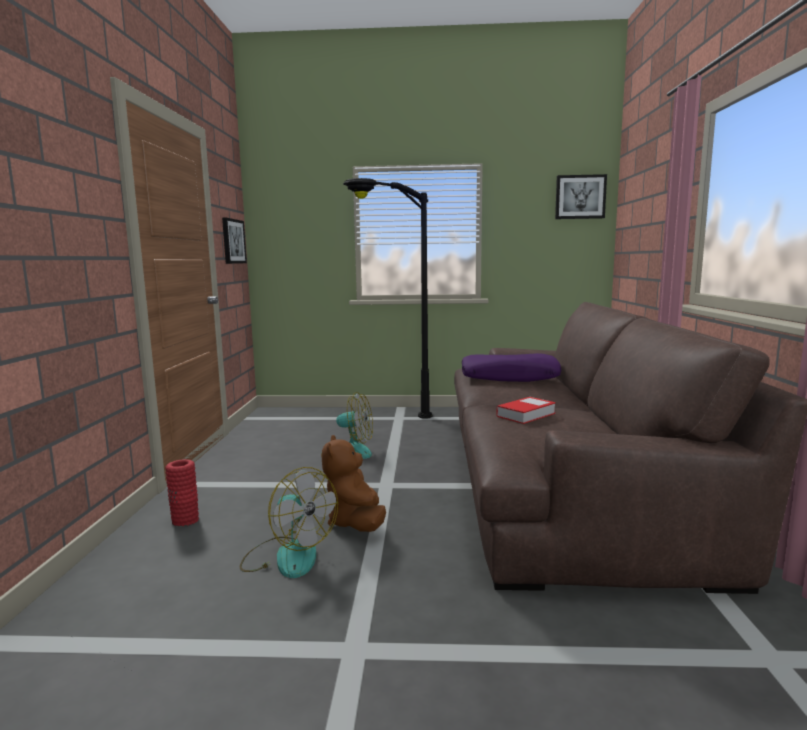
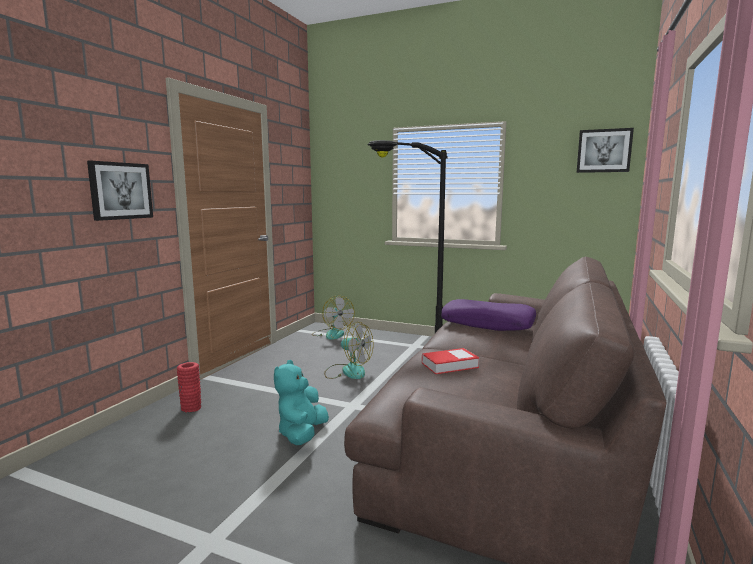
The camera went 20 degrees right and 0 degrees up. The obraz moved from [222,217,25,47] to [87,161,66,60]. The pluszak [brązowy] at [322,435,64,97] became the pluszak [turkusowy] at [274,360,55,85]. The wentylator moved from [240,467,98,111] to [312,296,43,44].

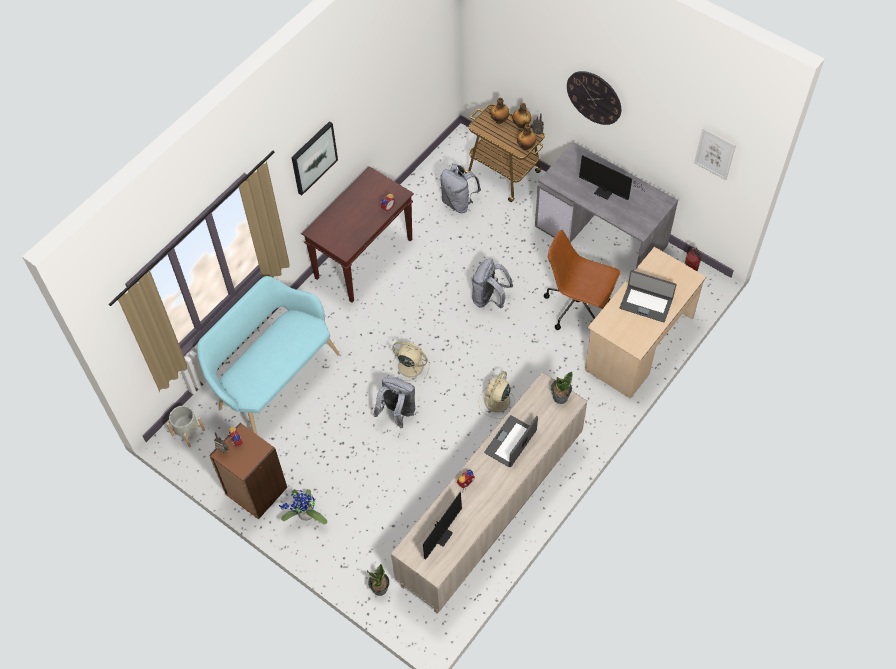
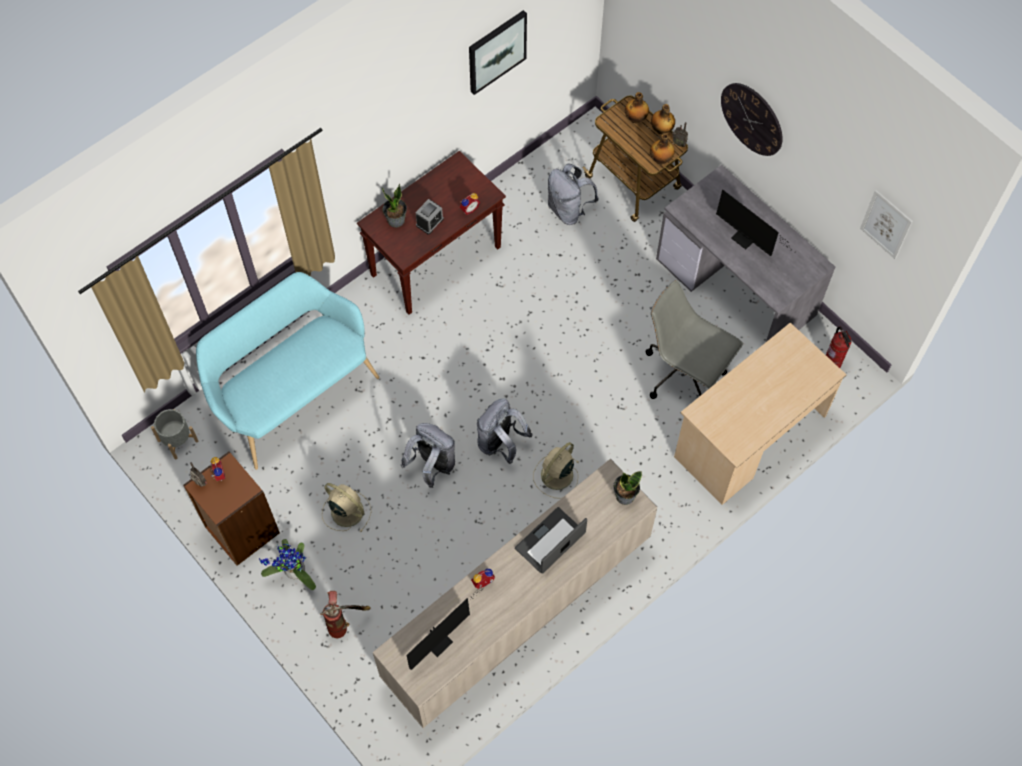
The camera went 10 degrees right and 5 degrees up. The gaśnica at [320,591,51,47] appeared. The wentylator [beżowy] moved from [391,342,38,39] to [322,483,49,49]. The roślina doniczkowa moved from [367,564,23,32] to [382,184,25,44]. The budzik at [416,199,28,36] appeared. The obraz moved from [291,121,47,74] to [469,10,58,85]. The plecak [szary] moved from [472,258,41,50] to [477,398,55,66]. The krzesło biurowe [brązowy] at [544,230,77,100] became the krzesło biurowe [szary] at [646,280,97,119]. The laptop at [620,270,57,52] disappeared.

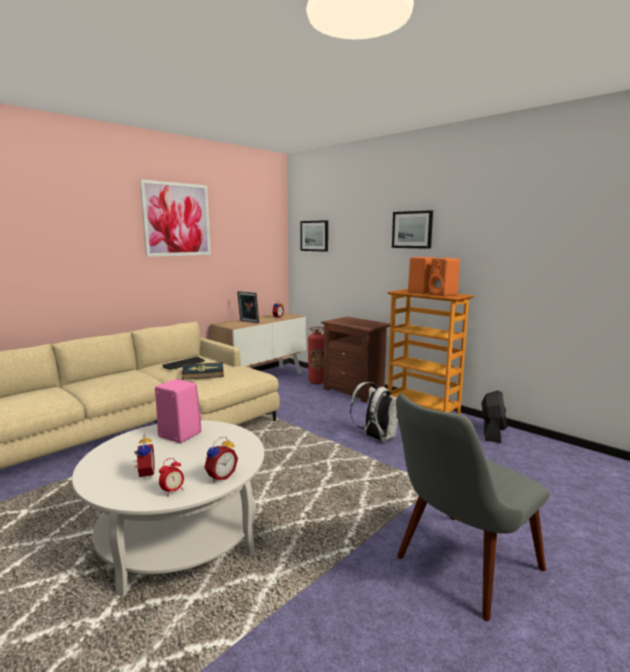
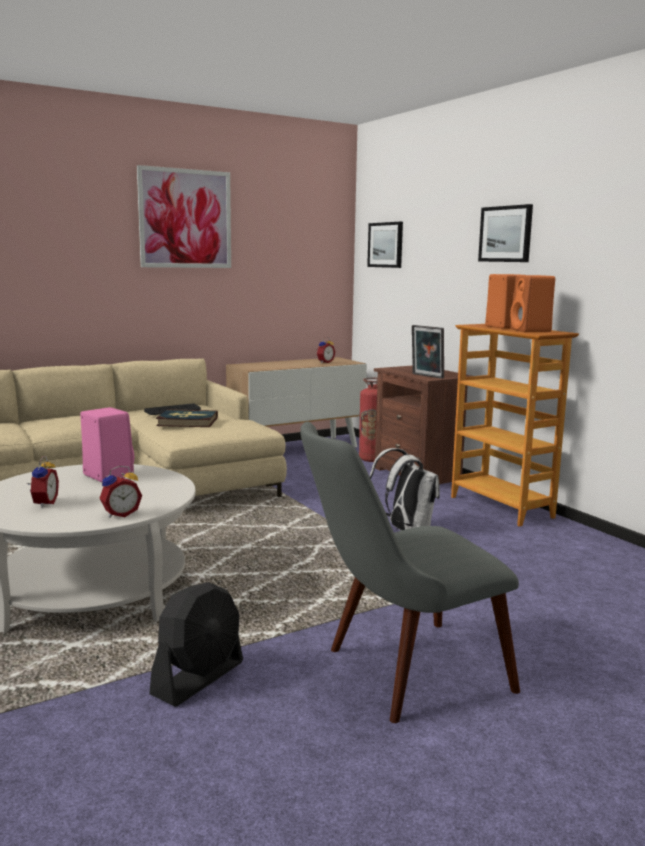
The camera went 15 degrees right and 0 degrees up. The wentylator [czarny] moved from [481,390,26,53] to [149,582,94,125]. The ramka na zdjęcie moved from [237,291,22,32] to [412,325,32,54]. The budzik at [159,458,25,37] disappeared.

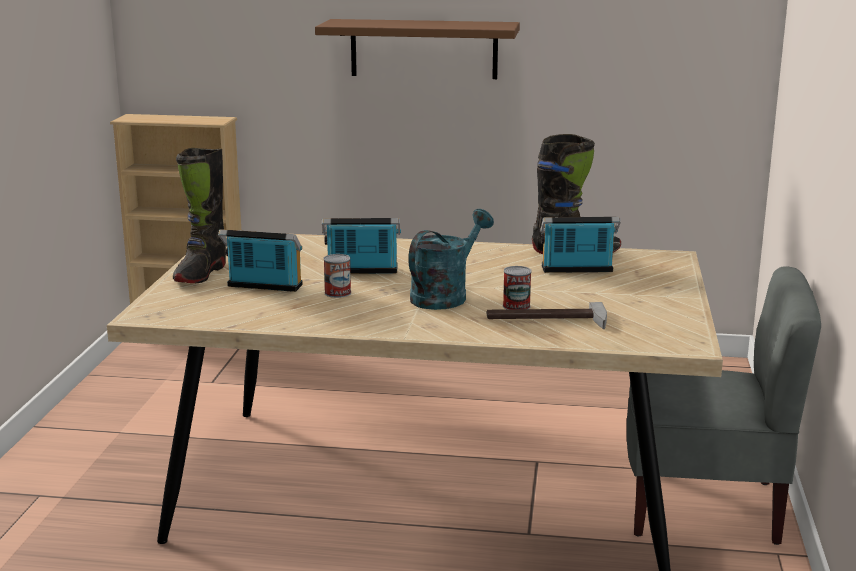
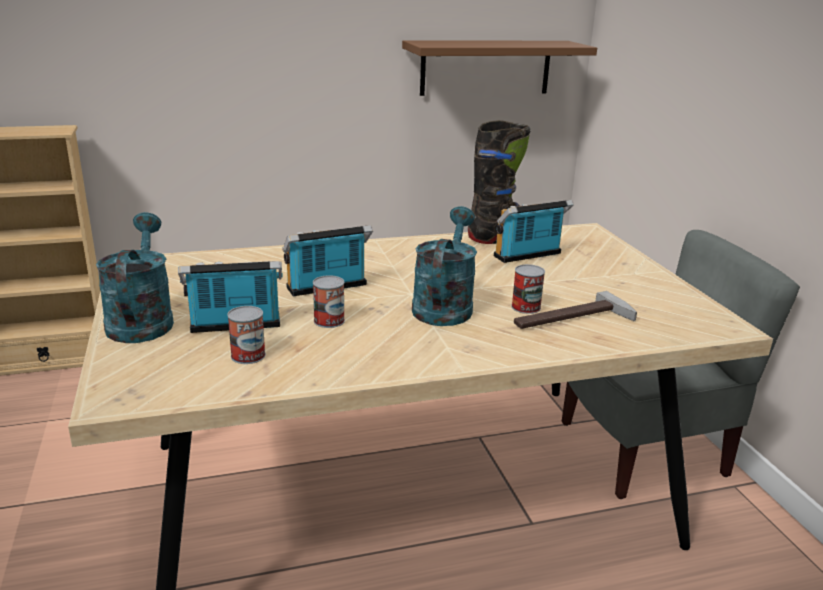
The camera went 25 degrees left and 5 degrees up. The but z cholewką [czarny] at [173,148,53,135] was replaced by the konewka [turkusowy] at [96,212,78,131]. The puszka at [227,306,39,58] appeared. The półka [brązowy] moved from [315,19,205,60] to [402,40,195,56].

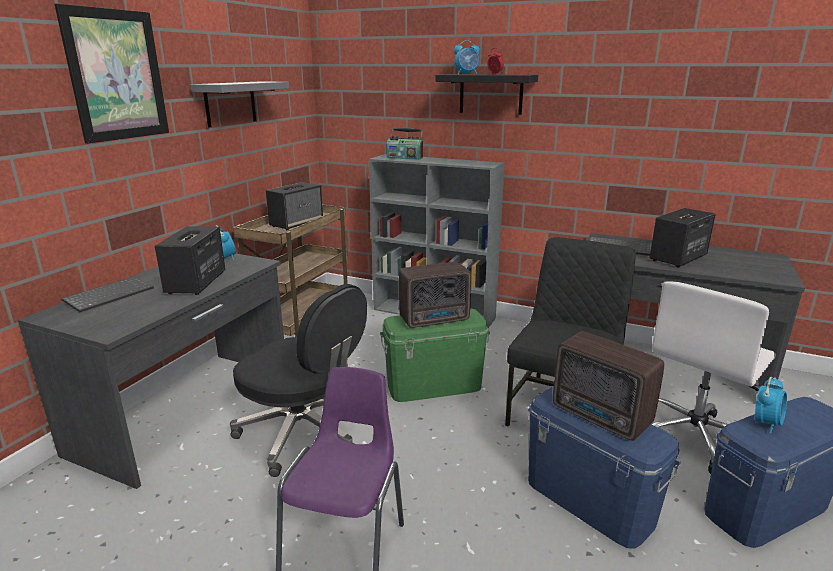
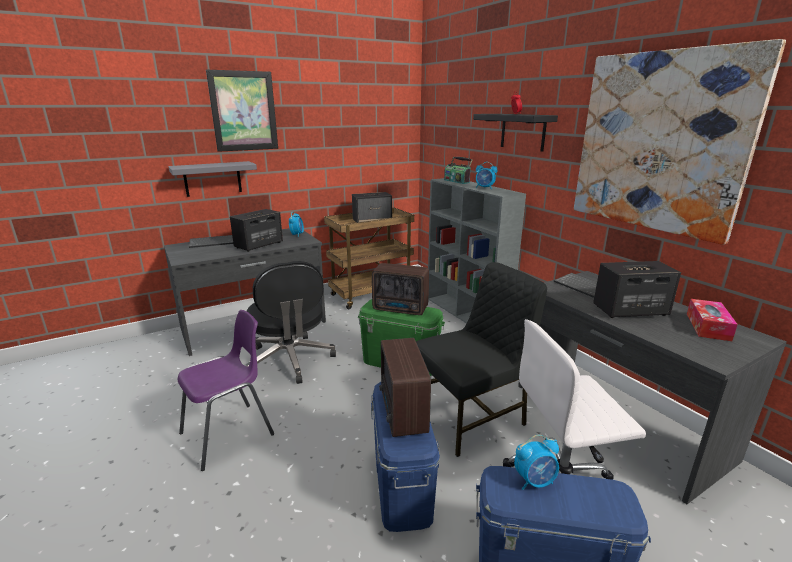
The camera went 35 degrees right and 0 degrees up. The półka [szary] moved from [190,81,99,47] to [169,161,88,36]. The budzik moved from [454,40,26,34] to [476,162,21,27]. The obraz at [574,39,212,206] appeared. The pudełko chusteczek at [687,299,51,42] appeared.

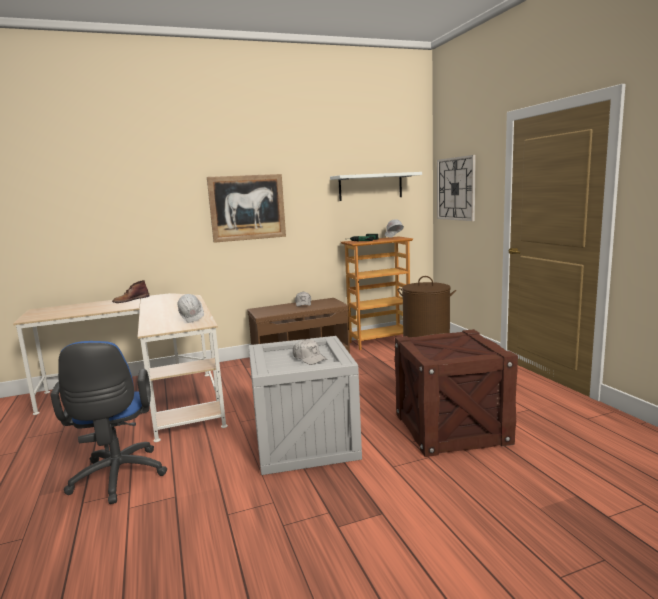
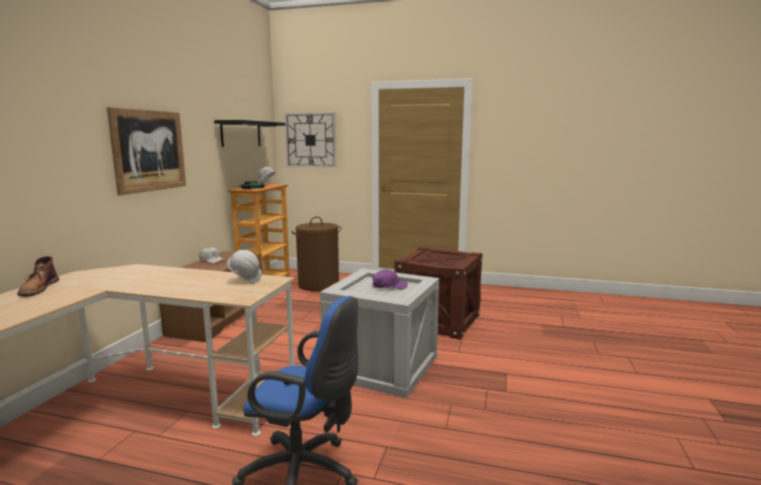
The camera went 55 degrees left and 0 degrees up. The półka [biały] at [330,172,92,29] became the półka [czarny] at [214,120,72,27]. The czapka z daszkiem [biały] at [293,339,34,26] became the czapka z daszkiem [fioletowy] at [372,269,36,20].

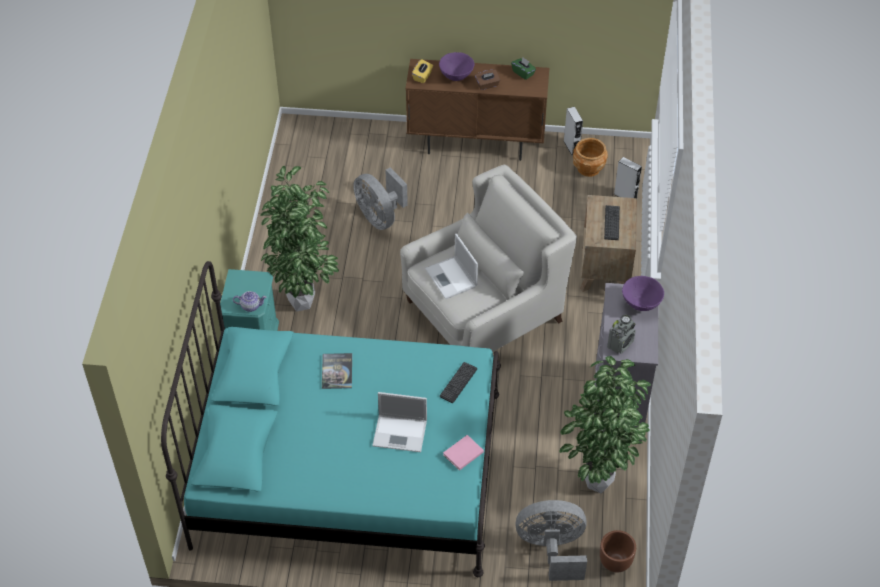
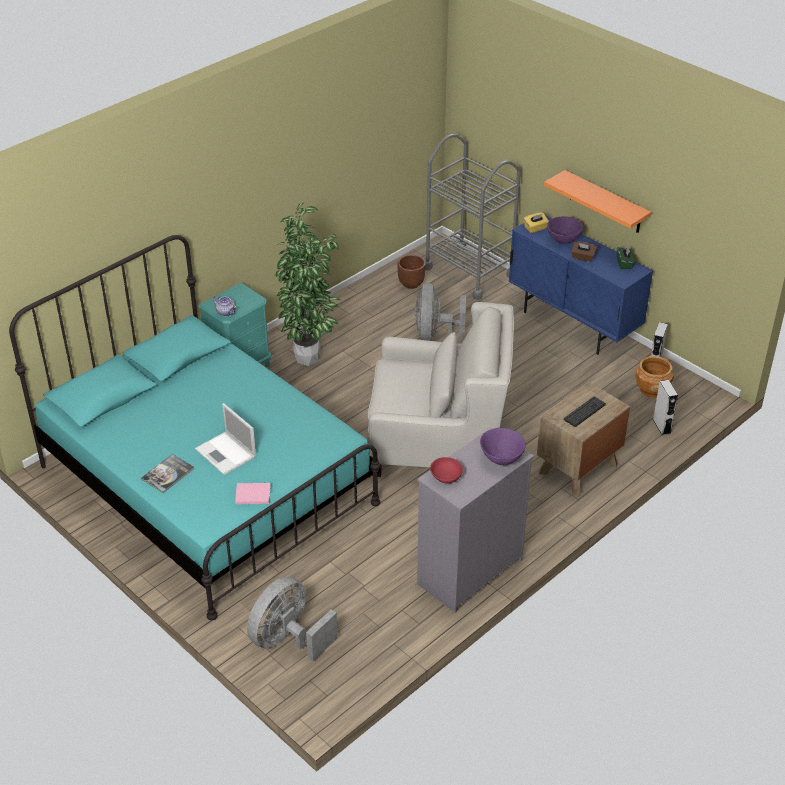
The camera went 40 degrees right and 10 degrees down. The książka moved from [322,353,30,36] to [141,454,53,39]. The wentylator [szary] at [515,500,72,81] turned 90 degrees counterclockwise. The donica [brązowy] moved from [600,530,36,42] to [398,255,28,34]. The wózek [szary] at [425,134,96,166] appeared. The radio at [607,315,29,39] was replaced by the miska [czerwony] at [430,457,33,26]. The szafka [brązowy] at [405,59,144,102] became the szafka [niebieski] at [509,215,144,140]. The półka [pomarańczowy] at [544,170,107,63] appeared. The laptop at [425,234,53,65] disappeared. The klawiatura at [440,362,37,41] disappeared. The roślina doniczkowa at [559,356,92,138] disappeared.

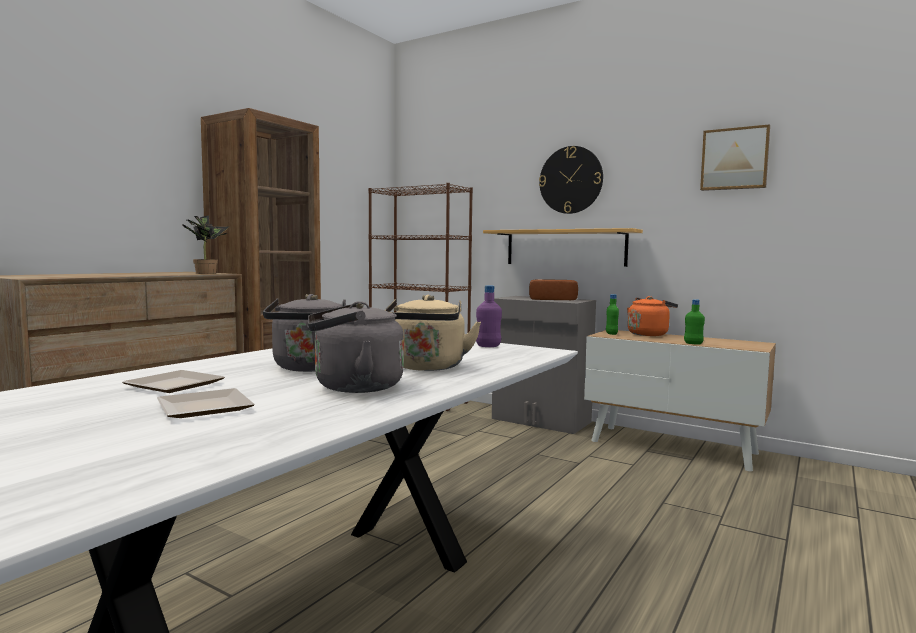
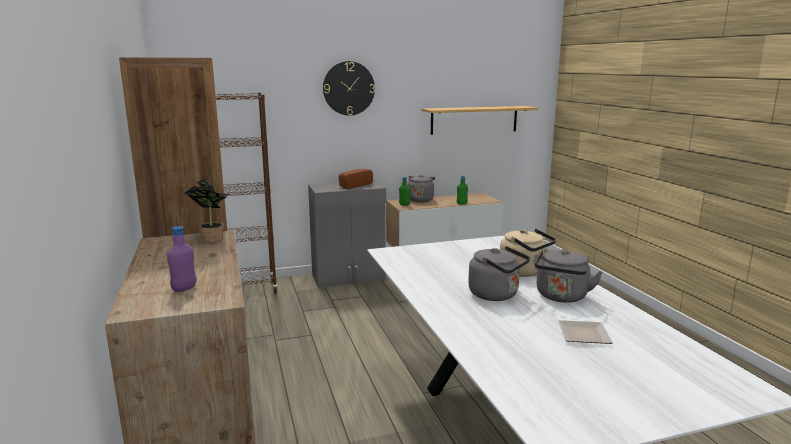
The camera went 50 degrees left and 10 degrees up. The butelka [fioletowy] moved from [476,285,26,62] to [167,226,30,66]. The czajnik [pomarańczowy] at [627,296,51,40] became the czajnik [szary] at [401,175,34,28]. The półka moved from [483,228,160,39] to [422,106,116,29]. The talerz at [122,370,103,23] disappeared. The obraz at [700,124,70,67] disappeared.

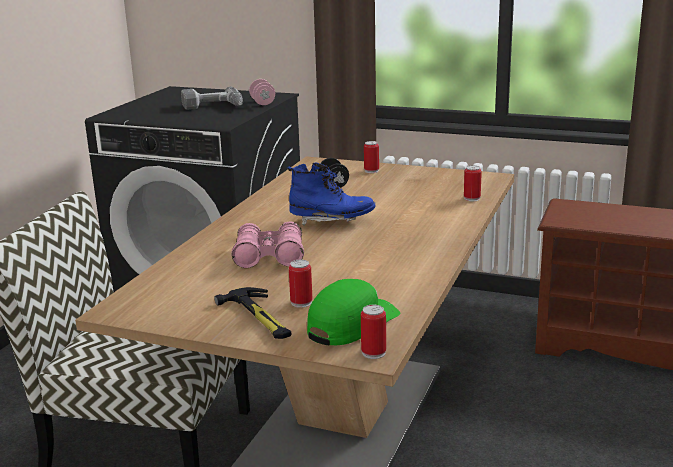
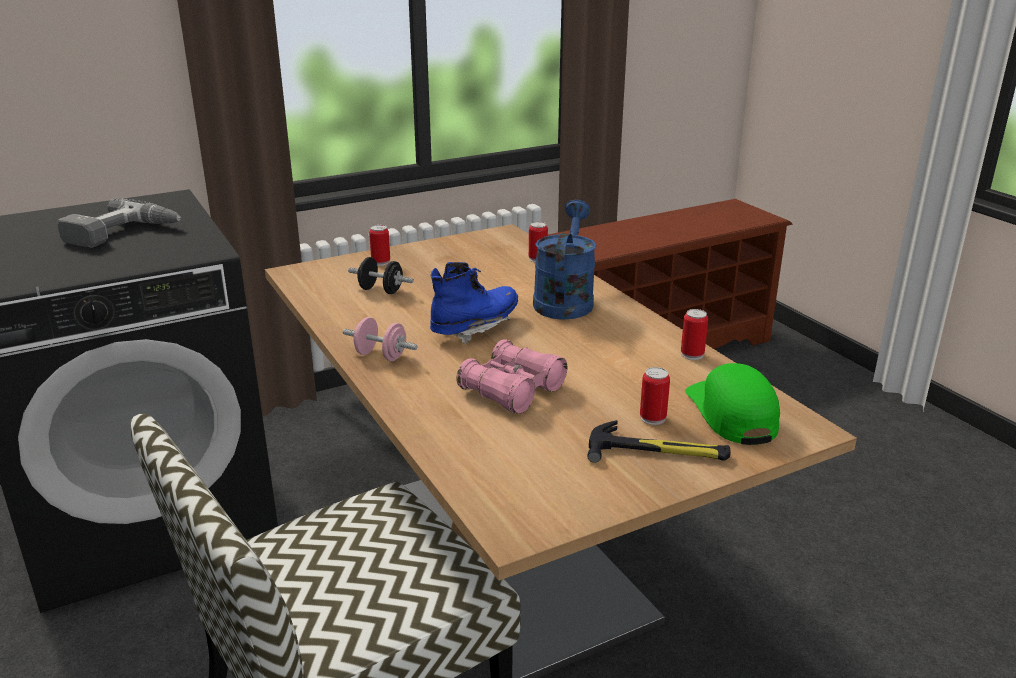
The camera went 50 degrees left and 5 degrees up. The hantel [różowy] moved from [249,79,26,26] to [343,317,75,44]. The konewka [niebieski] at [533,200,63,120] appeared. The puszka moved from [361,305,25,54] to [681,309,27,51].

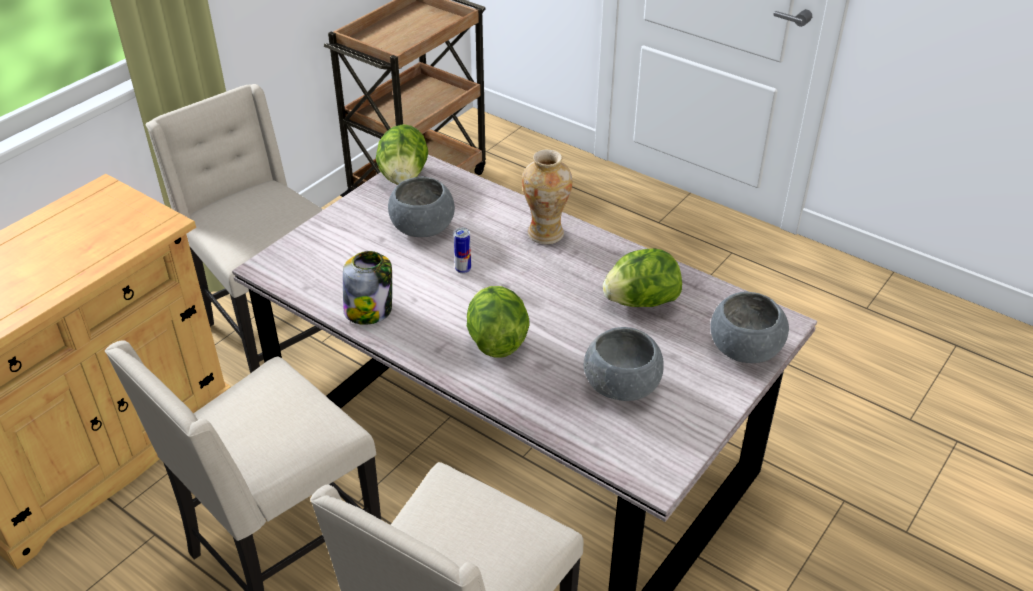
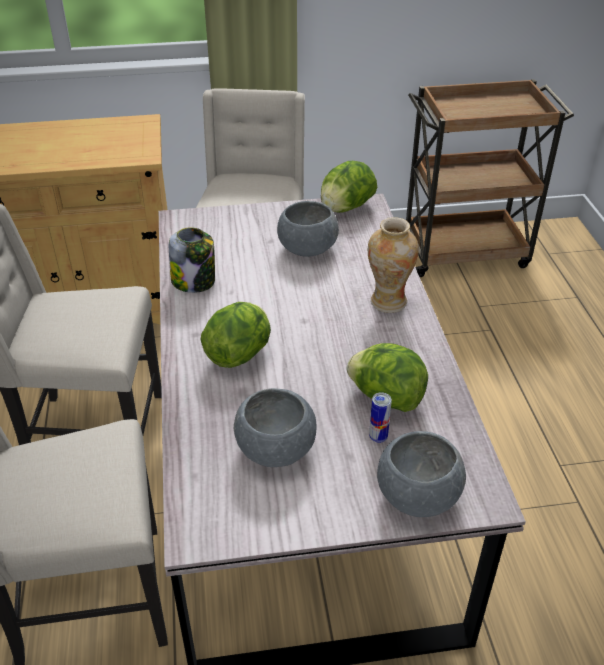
The camera went 45 degrees right and 0 degrees up. The puszka moved from [454,228,17,46] to [369,392,23,51].

